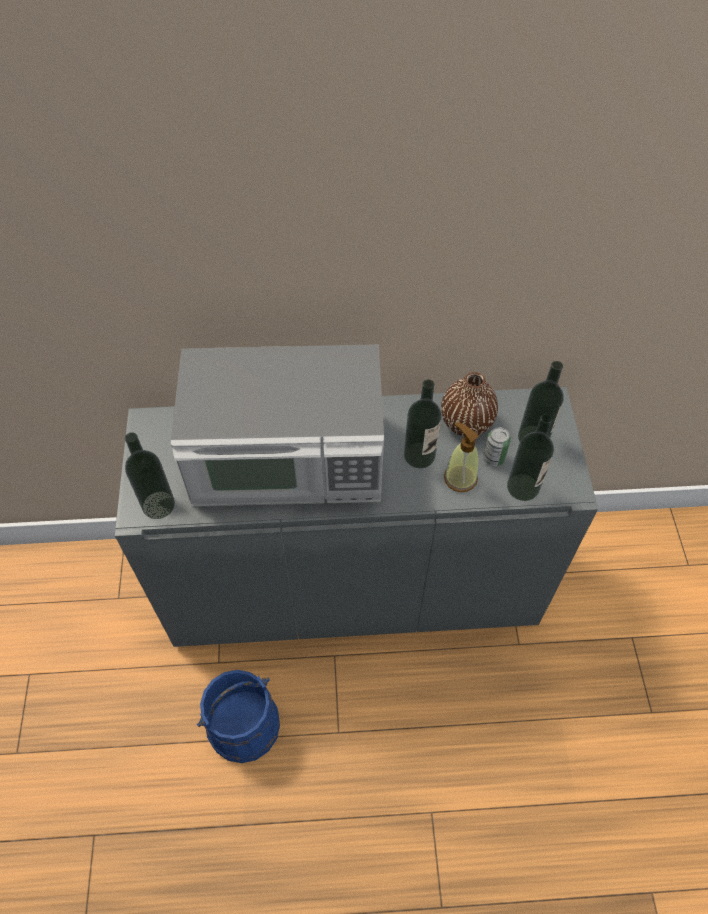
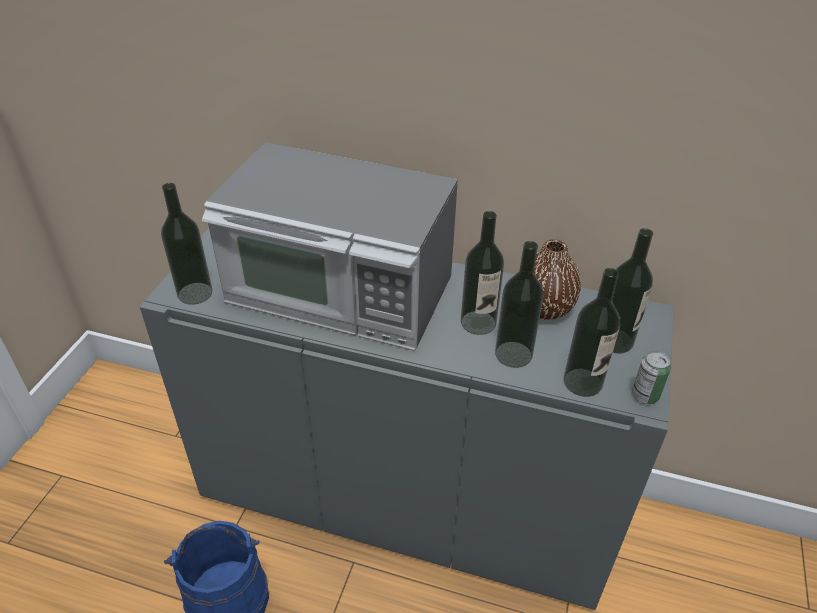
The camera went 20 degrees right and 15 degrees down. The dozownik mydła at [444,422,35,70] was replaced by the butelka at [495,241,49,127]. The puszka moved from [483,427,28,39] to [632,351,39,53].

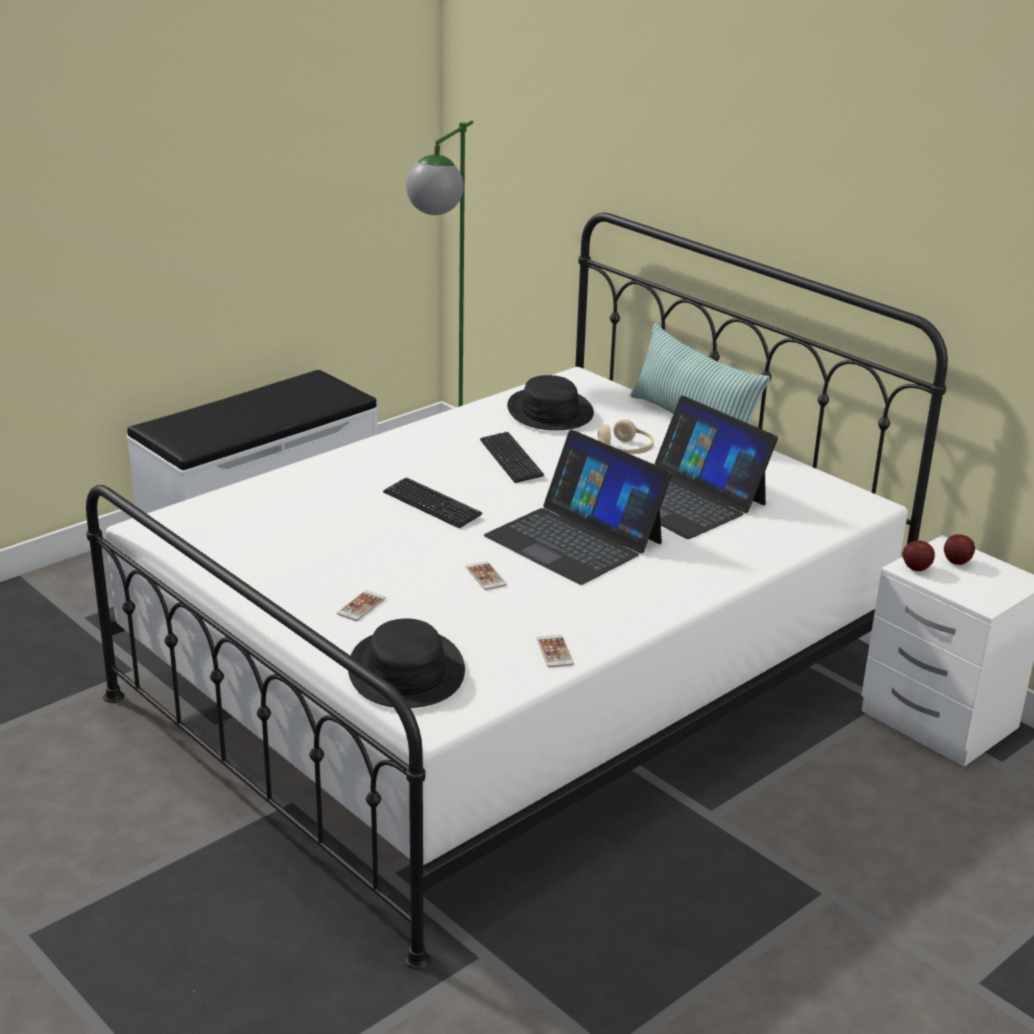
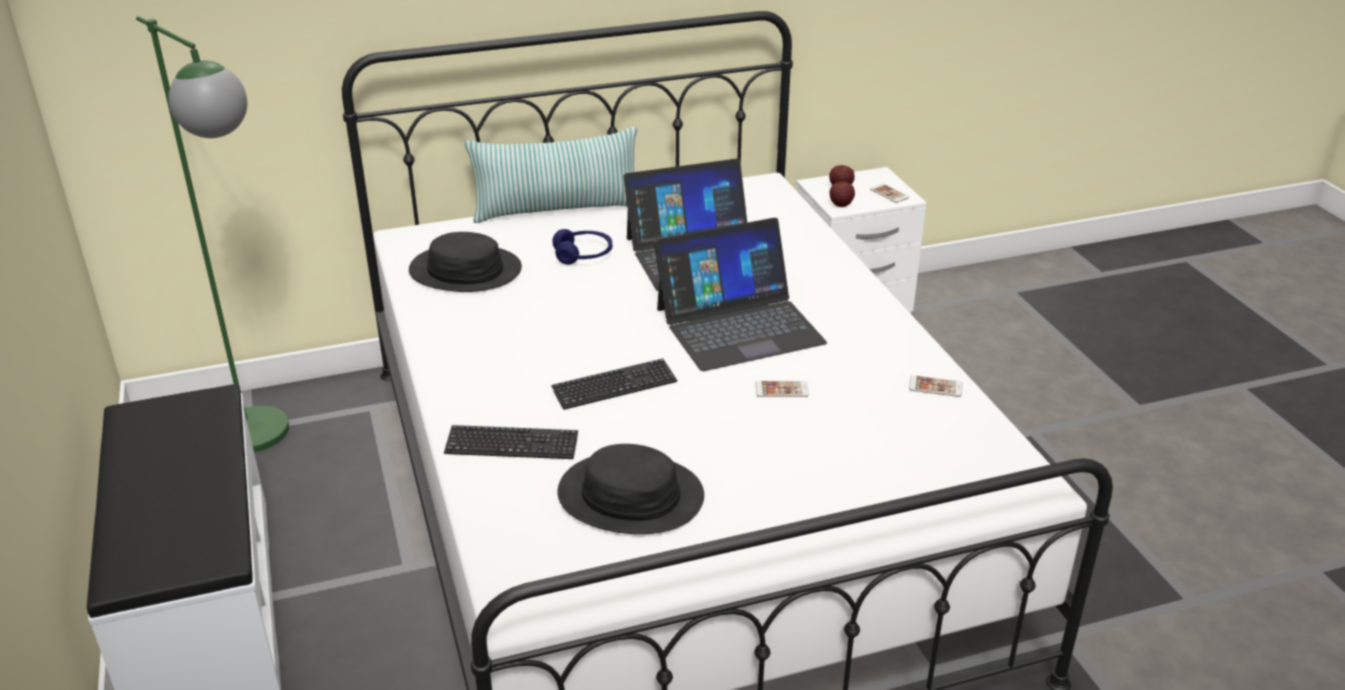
The camera went 65 degrees left and 5 degrees up. The klawiatura moved from [480,432,64,51] to [444,425,134,34]. The słuchawki [beżowy] at [598,419,56,35] became the słuchawki [niebieski] at [553,229,59,36]. The kapelusz [czarny] moved from [348,619,117,89] to [557,444,147,90]. The telefon moved from [337,590,49,31] to [870,184,39,19].

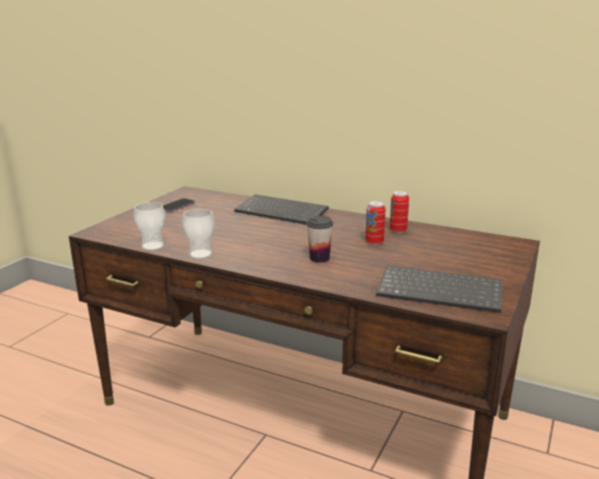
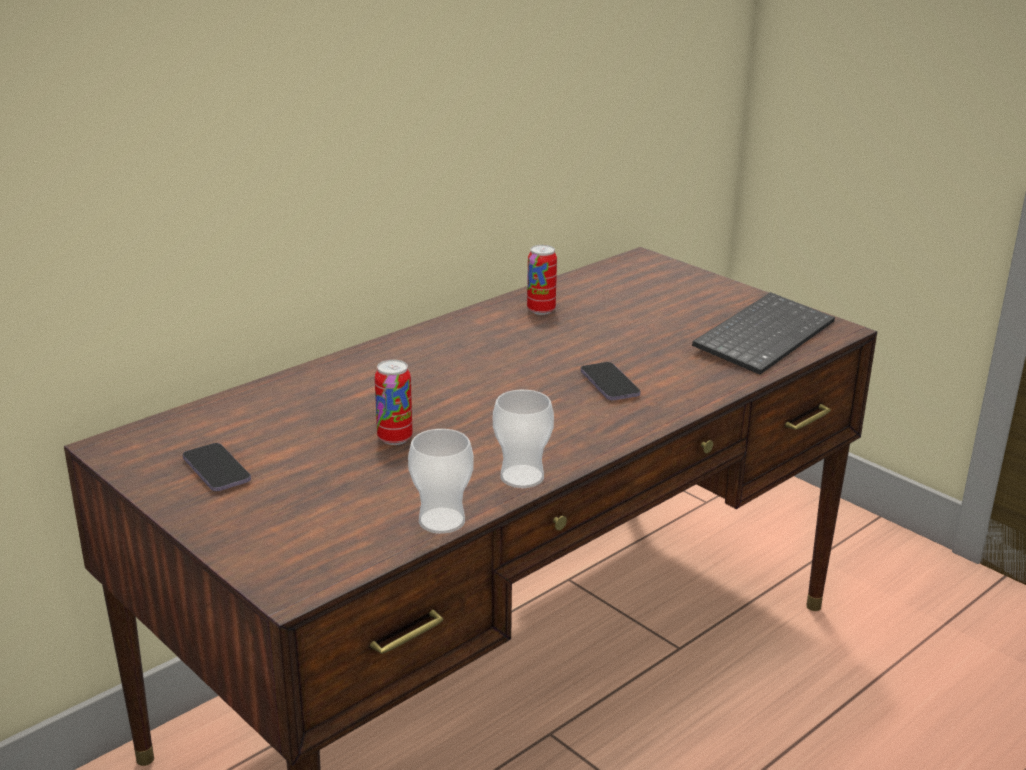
The camera went 70 degrees left and 5 degrees up. The puszka moved from [366,201,20,45] to [375,360,37,85]. The filiżanka at [307,216,26,47] was replaced by the telefon at [581,362,59,38]. The klawiatura at [234,195,95,30] disappeared.

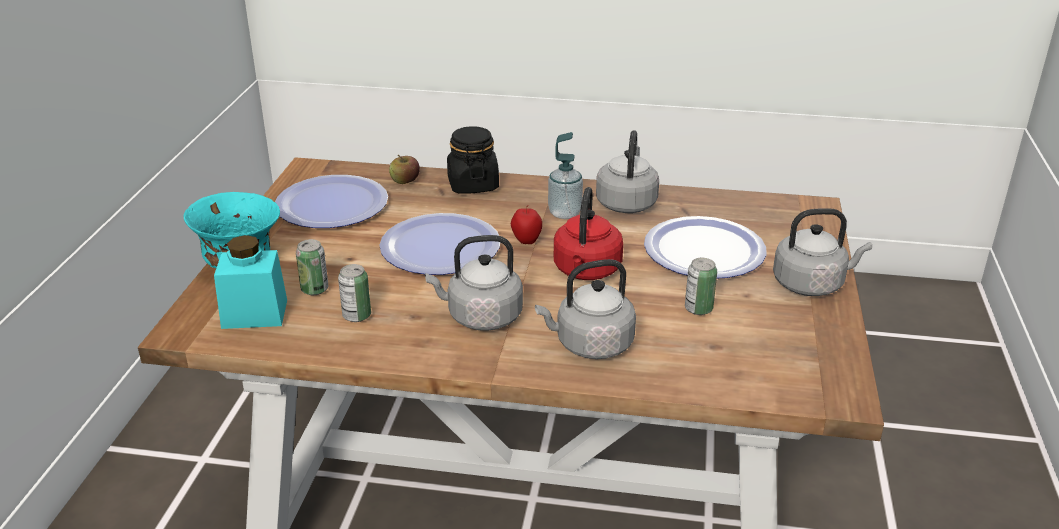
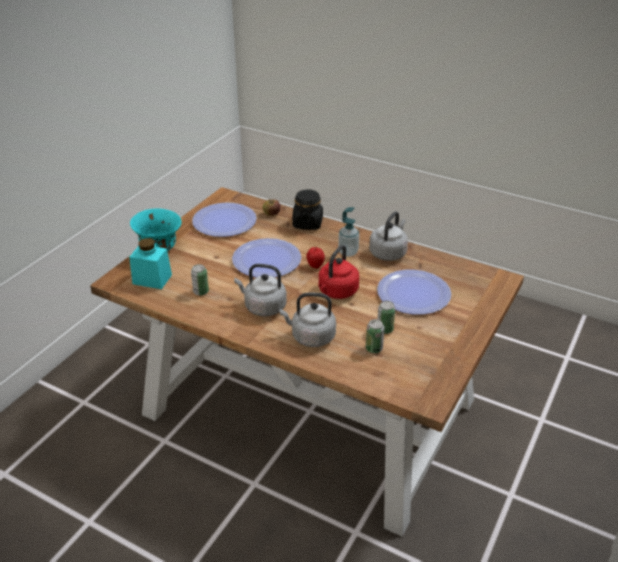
The camera went 20 degrees right and 5 degrees up. The puszka moved from [296,239,32,56] to [366,319,18,34]. The czajnik [szary] at [773,208,99,88] disappeared.

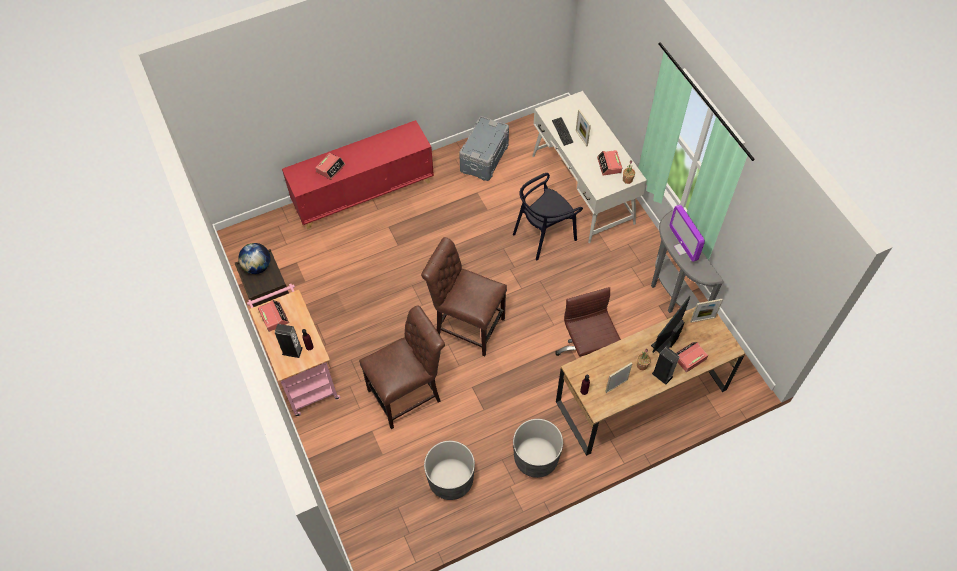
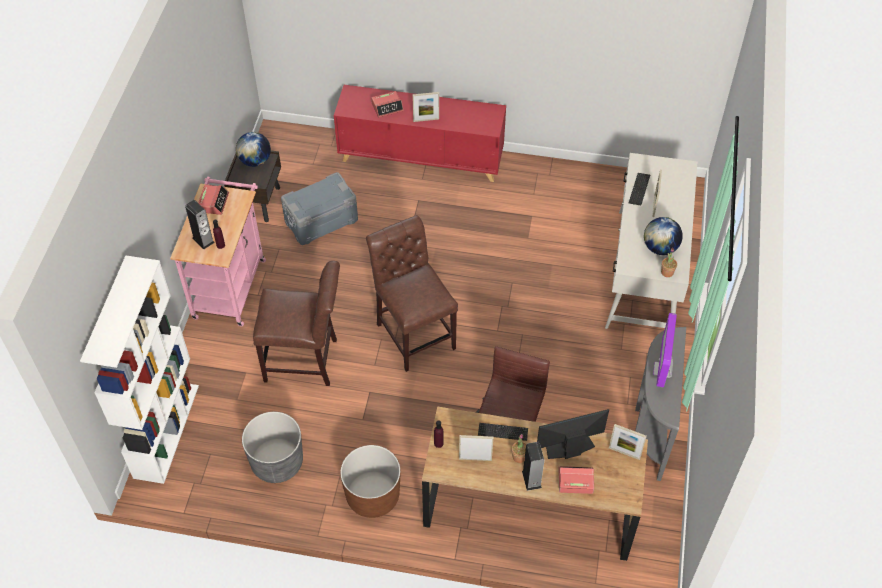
The camera went 35 degrees right and 5 degrees down. The regał [biały] at [80,256,119,228] appeared. The pojemnik do przechowywania [szary] moved from [459,116,50,65] to [281,172,77,73]. The donica [szary] at [513,419,50,59] became the donica [brązowy] at [340,445,61,73]. The ramka na zdjęcie at [413,92,26,30] appeared. The klawiatura at [478,423,50,18] appeared. The budzik at [597,150,25,25] was replaced by the globus at [644,217,39,38]. The krzesło [czarny] at [513,173,70,87] disappeared.

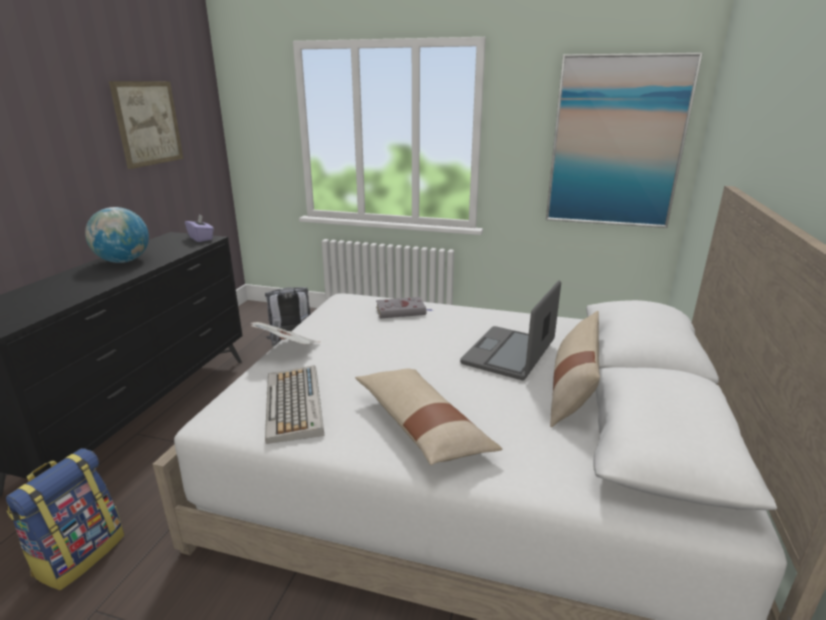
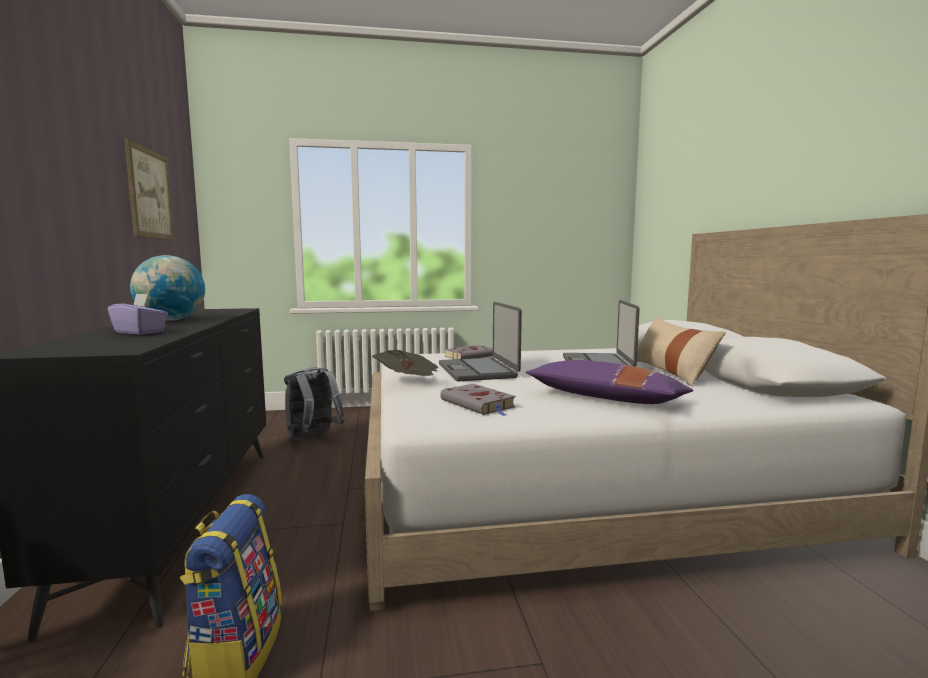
The camera went 25 degrees left and 15 degrees down. The pudełko chusteczek [fioletowy] moved from [185,214,29,28] to [108,293,60,42]. The laptop at [439,302,83,79] appeared. The klawiatura at [265,366,60,78] was replaced by the książka [szary] at [440,384,76,32]. The poduszka [beżowy] at [355,369,147,96] became the poduszka [fioletowy] at [525,360,168,44]. The obraz at [546,53,157,175] disappeared.

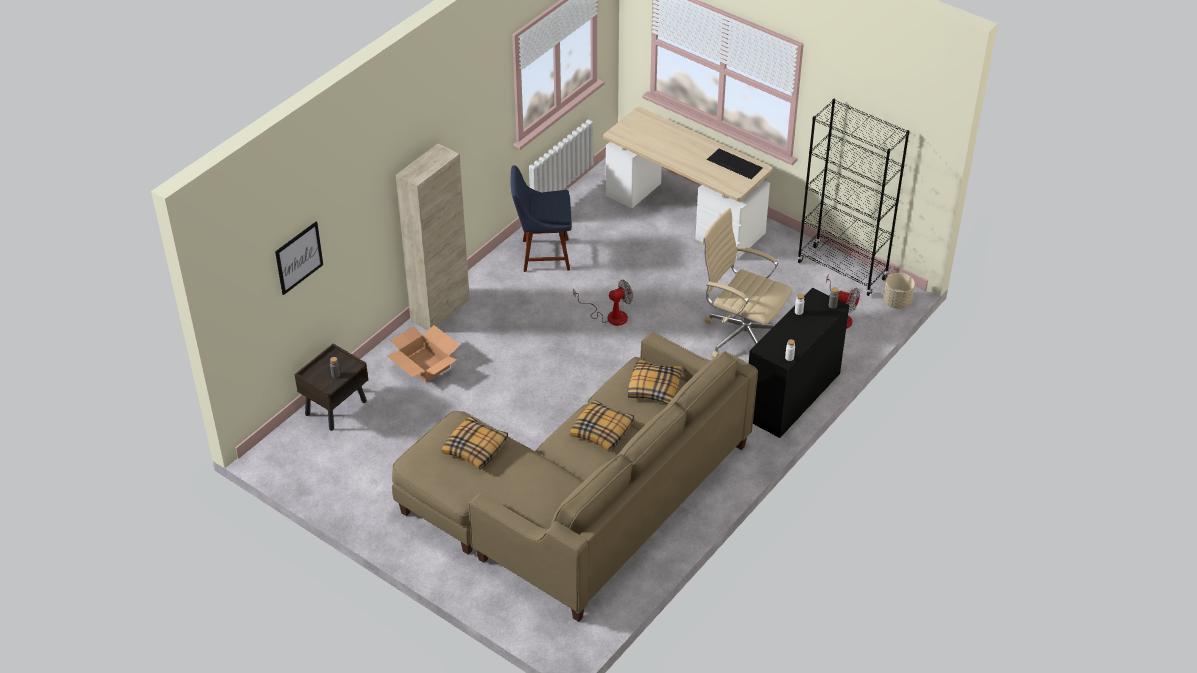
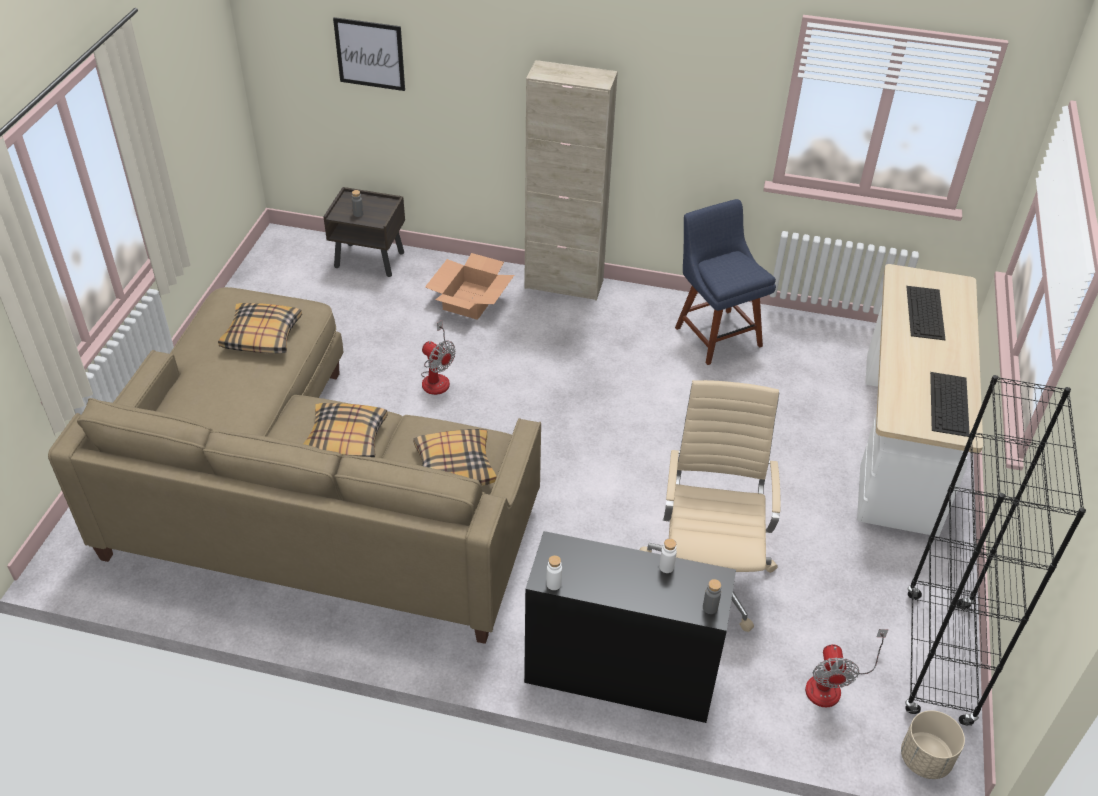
The camera went 65 degrees right and 0 degrees up. The wentylator moved from [573,280,60,46] to [421,320,35,75]. The klawiatura at [906,286,40,54] appeared.

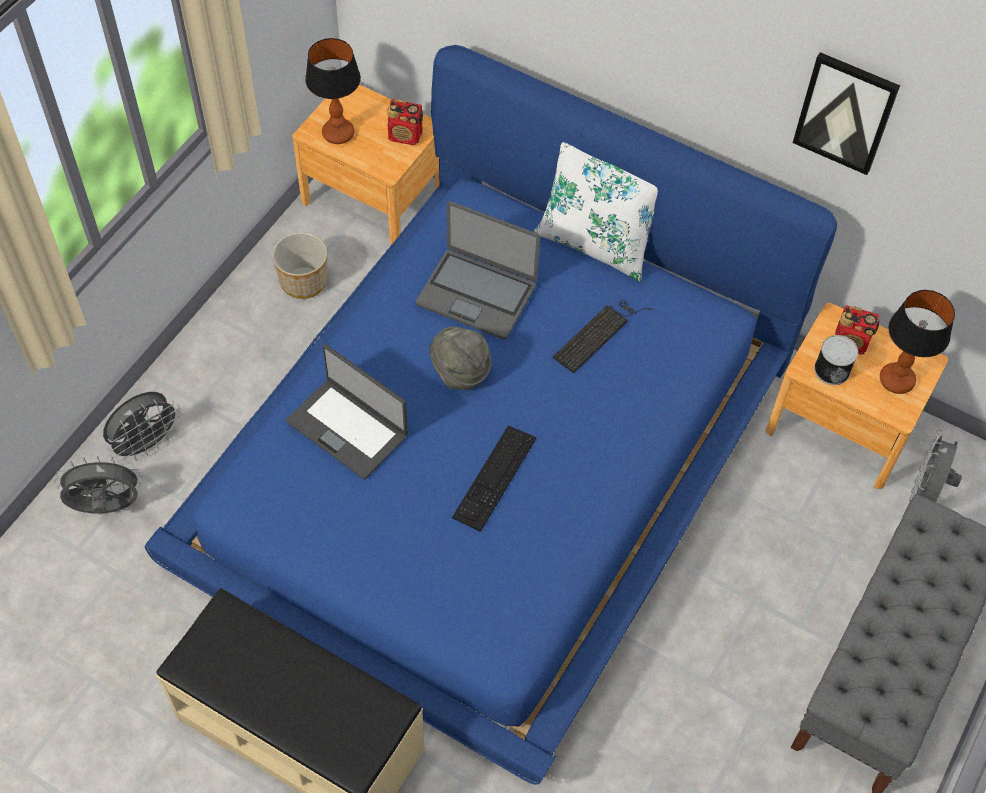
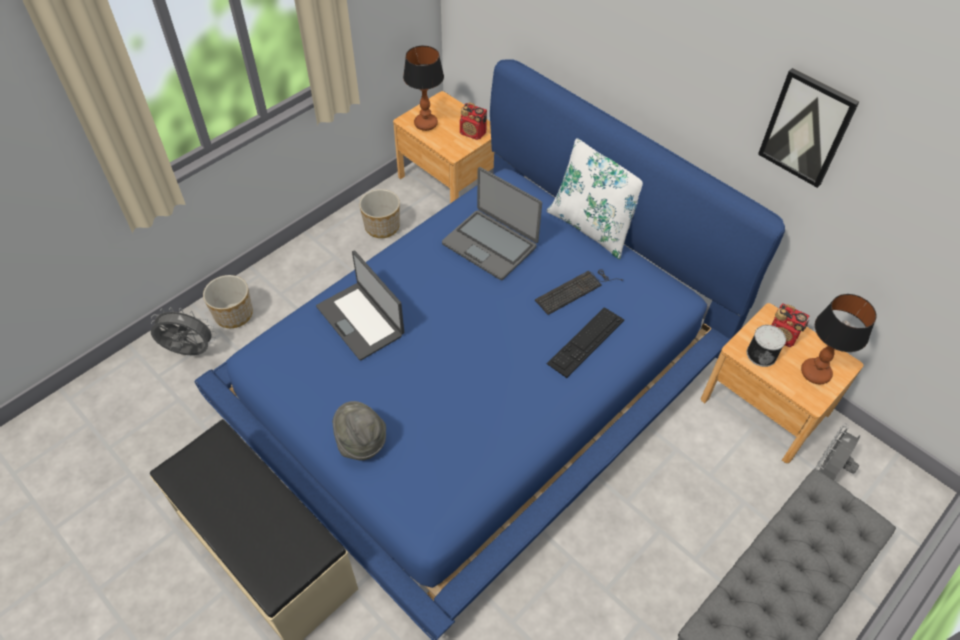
The camera went 15 degrees right and 5 degrees down. The wentylator [szary] at [103,392,79,70] was replaced by the donica at [203,275,50,53]. The kapelusz [szary] moved from [429,326,63,64] to [332,401,54,59]. The klawiatura moved from [452,425,84,107] to [547,307,77,71].

